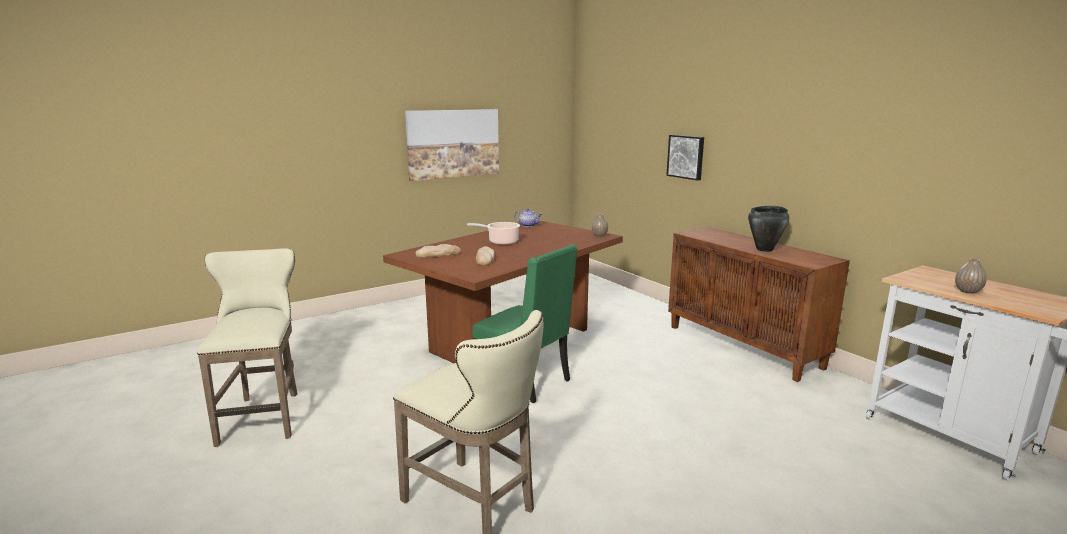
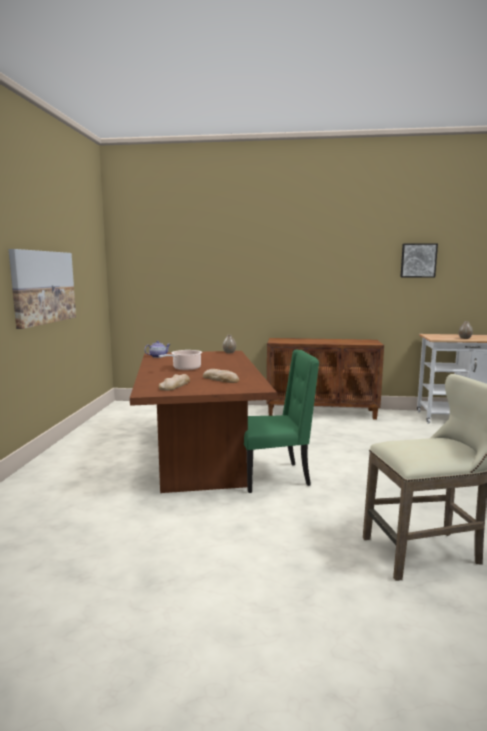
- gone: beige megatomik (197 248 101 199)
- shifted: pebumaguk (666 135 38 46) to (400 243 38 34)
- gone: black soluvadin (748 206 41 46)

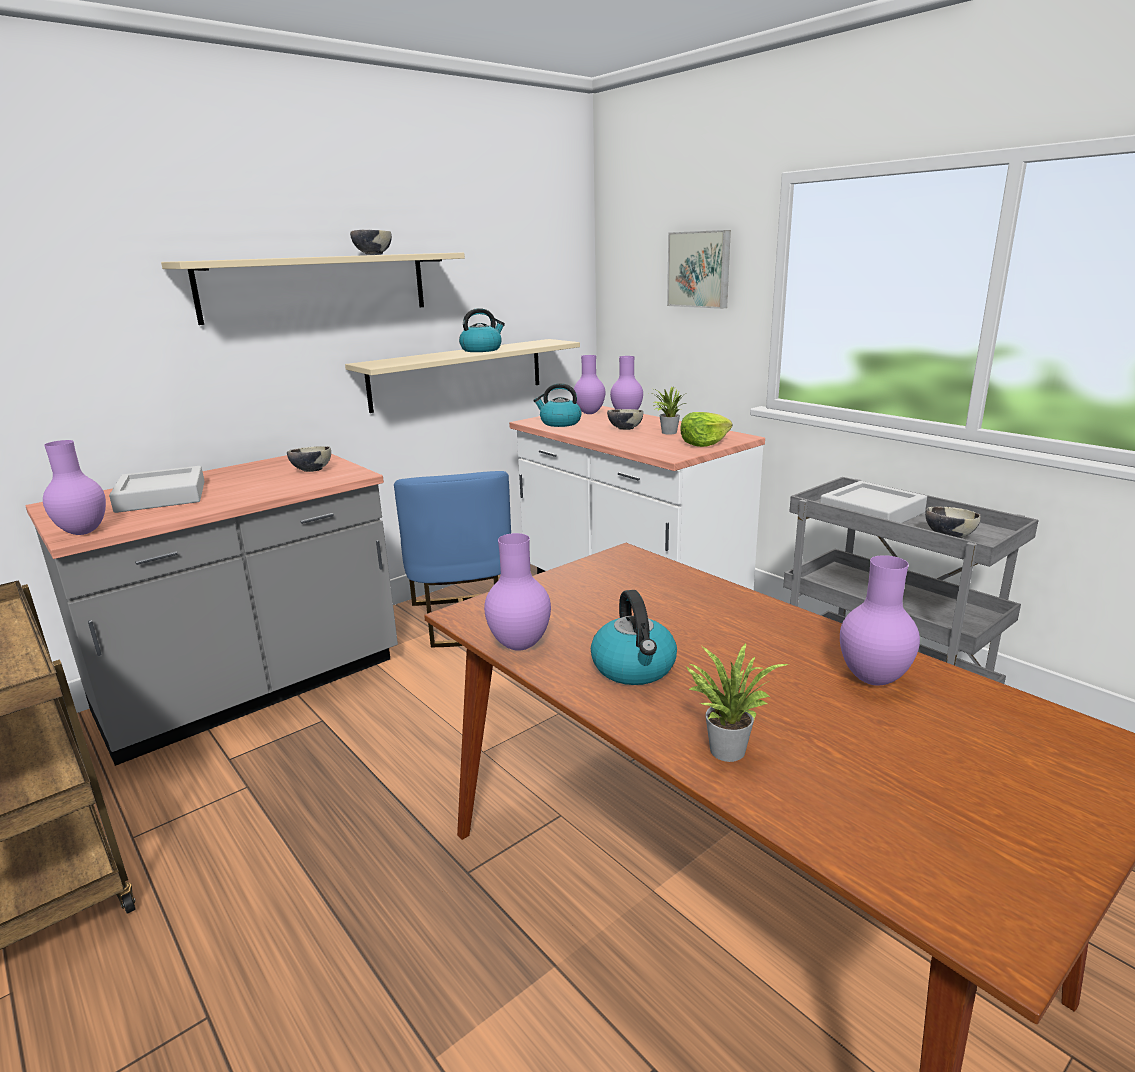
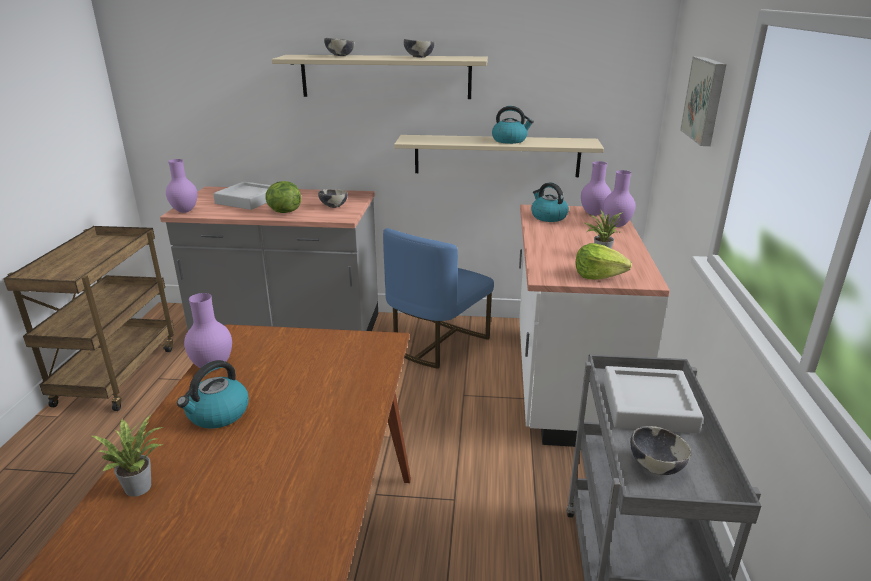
- shifted: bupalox (607 409 36 21) to (324 38 31 18)
- gone: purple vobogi (840 555 80 131)
- new: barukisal (265 181 36 32)

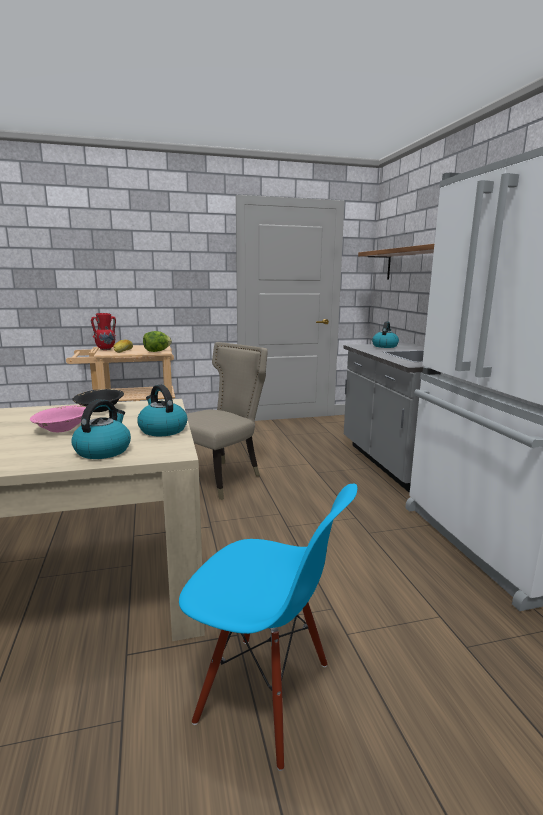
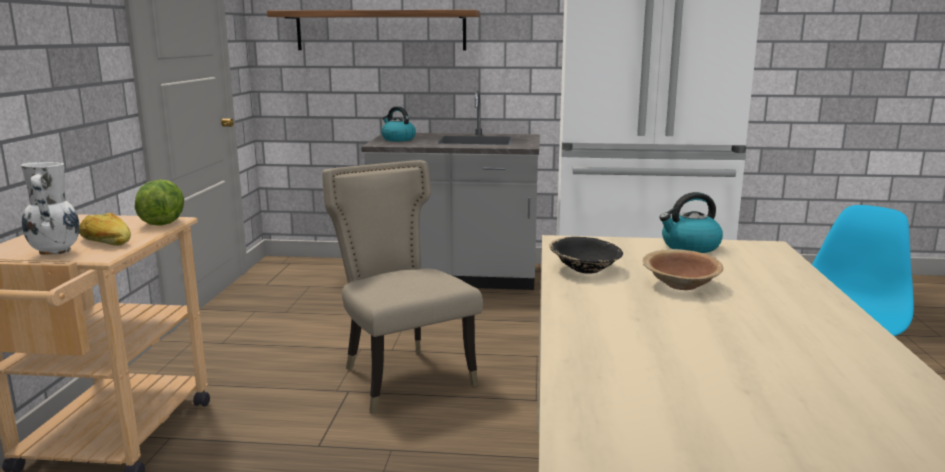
- repainted: pink bupalox (30 405 56 27) to brown bupalox (643 249 80 41)
- gone: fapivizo (71 399 60 60)
- repainted: red vobogi (91 313 25 37) to white vobogi (21 161 58 94)

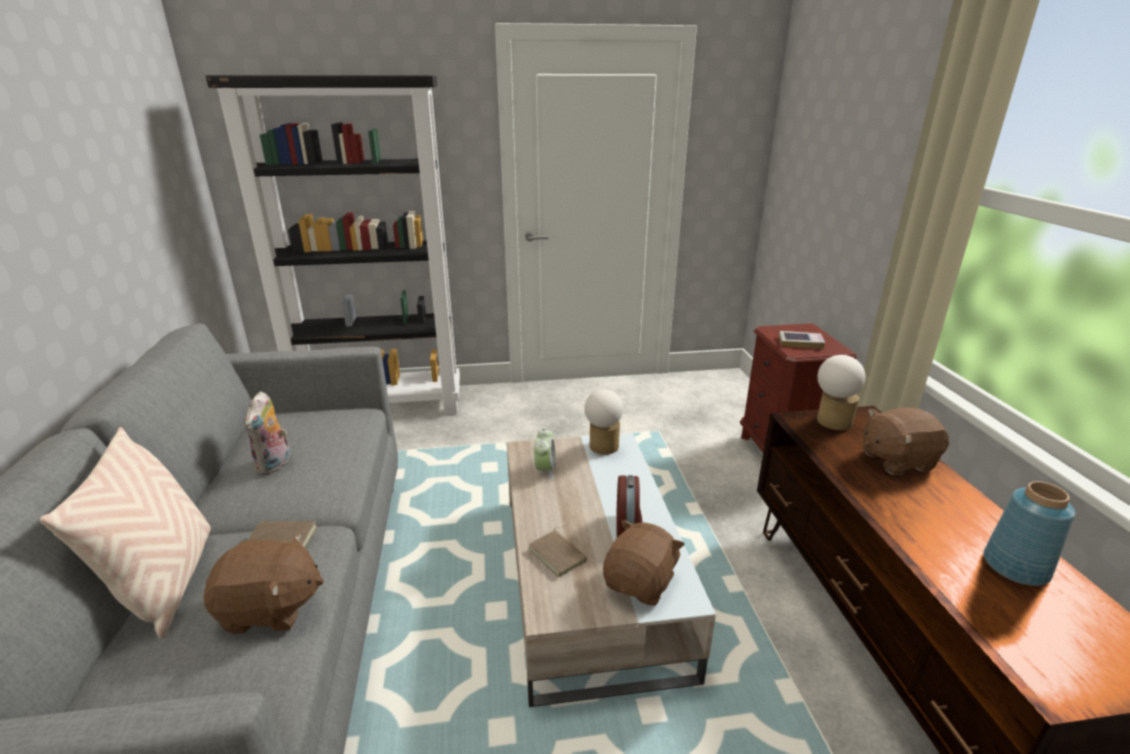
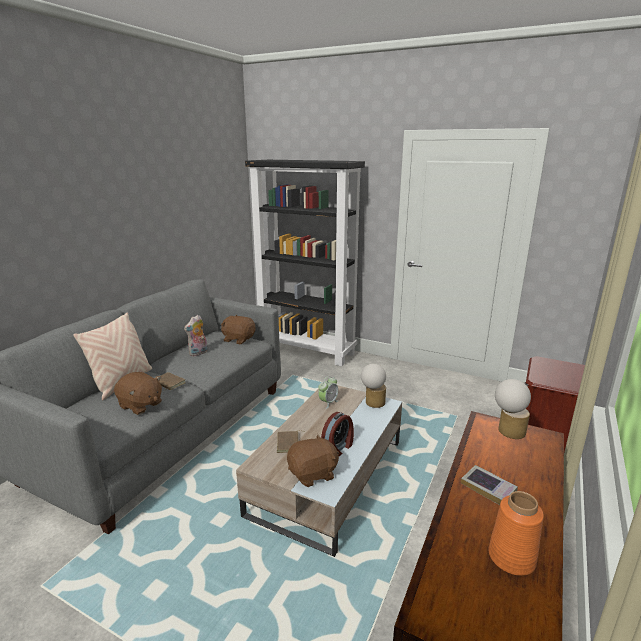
- shifted: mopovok (779 331 46 18) to (461 465 57 40)
- shifted: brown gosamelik (862 408 87 67) to (221 315 34 29)
- repainted: blue vobogi (983 481 92 105) to orange vobogi (488 491 56 85)

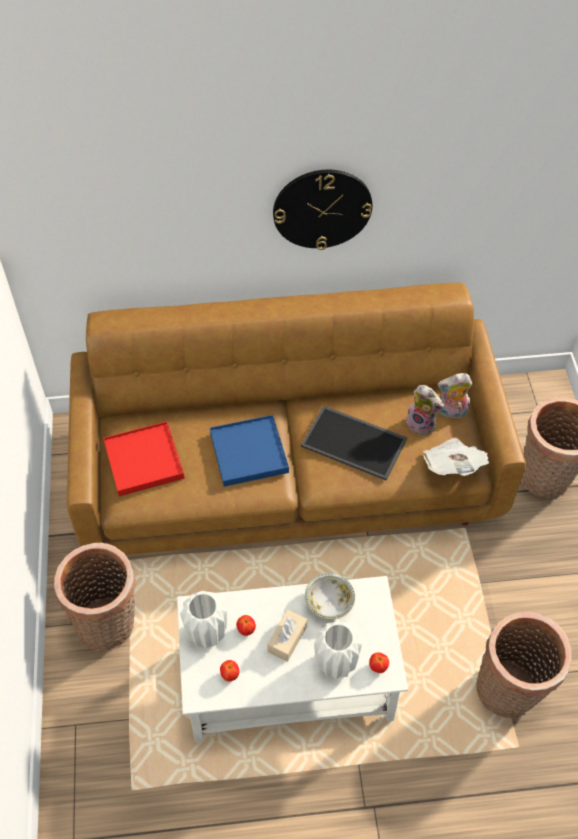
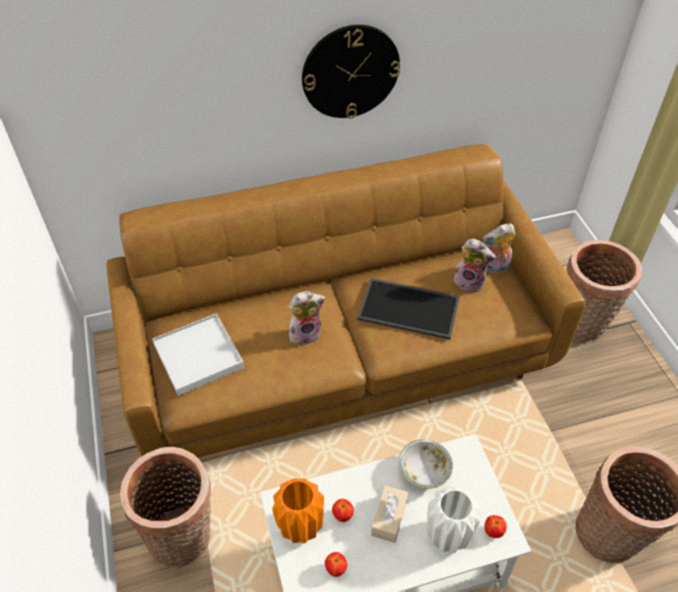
- repainted: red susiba (103 421 81 75) to white susiba (152 313 93 83)
- repainted: white vobogi (180 591 47 57) to orange vobogi (272 478 52 65)
- swapped: blue susiba (210 415 79 72) to gosamelik (289 291 37 54)
- gone: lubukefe (423 438 66 38)

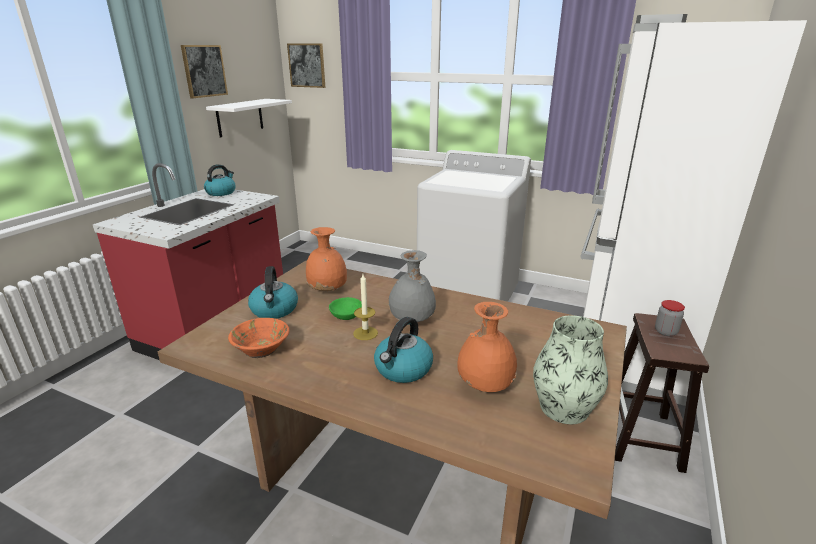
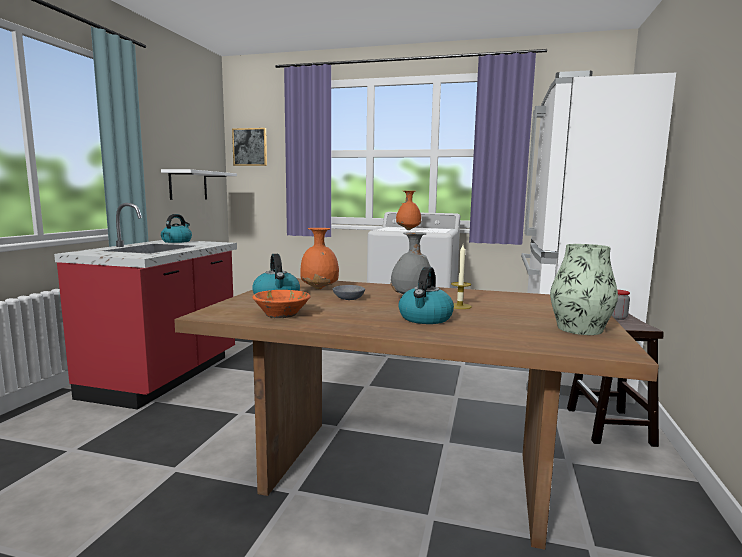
- gone: pebumaguk (181 45 47 53)
- repainted: green bupalox (329 297 33 23) to grey bupalox (333 285 32 15)
- shifted: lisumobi (353 274 25 66) to (451 245 21 64)
- shifted: orange vobogi (458 302 59 90) to (396 191 25 39)

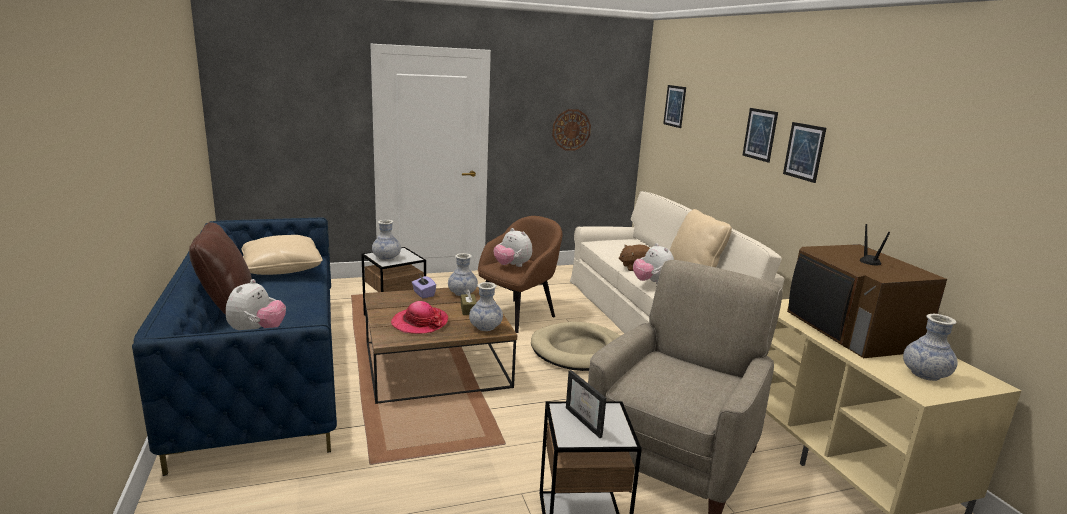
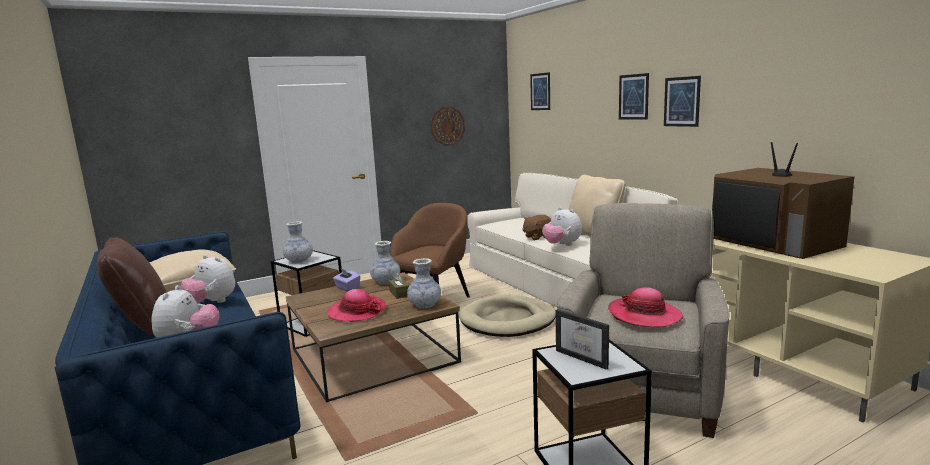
- shifted: gosamelik (494 228 38 39) to (181 255 54 48)
- gone: vobogi (903 314 55 67)
- new: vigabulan (608 287 76 40)

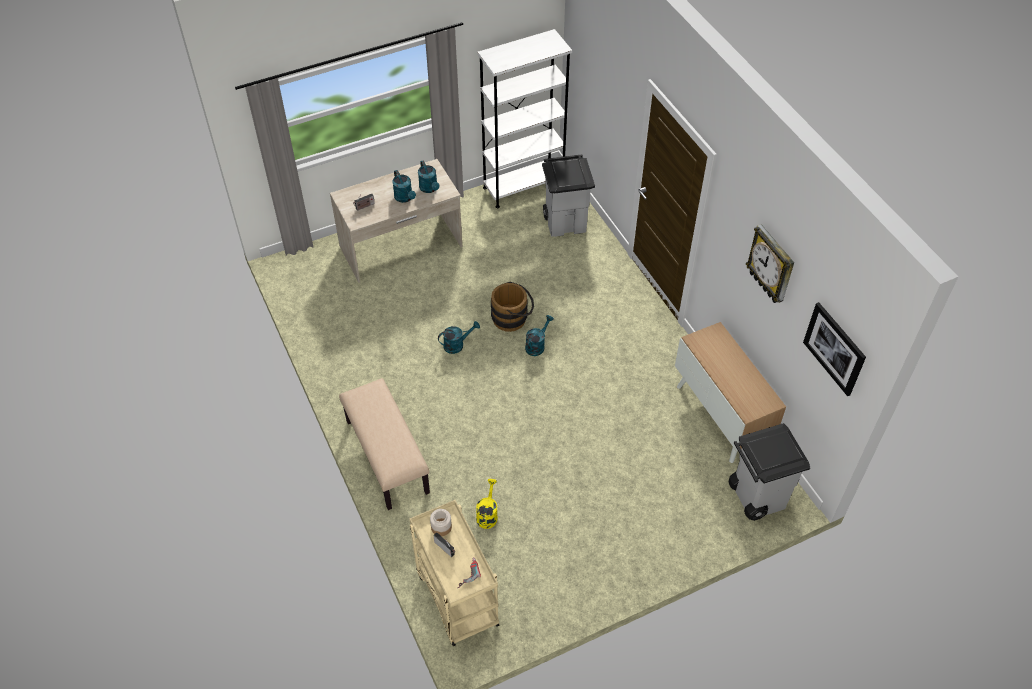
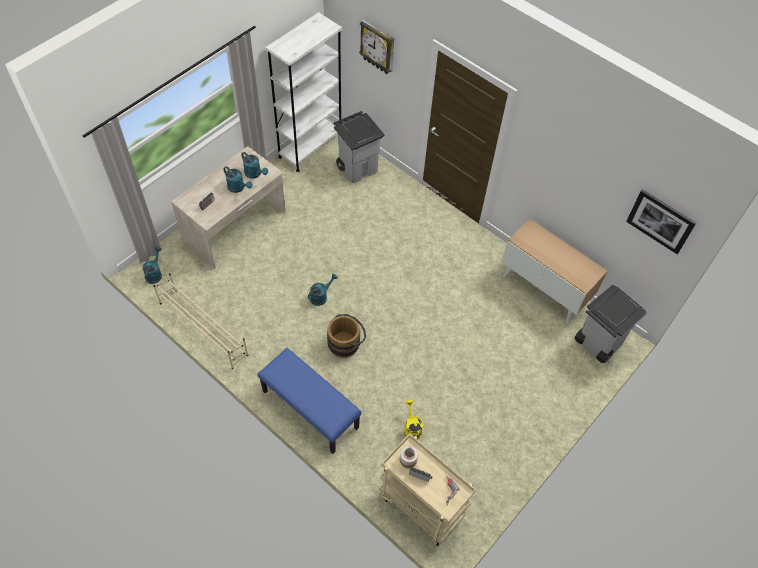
- repainted: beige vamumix (339 378 91 132) to blue vamumix (257 348 104 106)
- shifted: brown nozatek (491 282 43 50) to (327 314 39 44)
- shifted: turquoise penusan (525 315 29 41) to (143 247 19 37)
- shifted: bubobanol (746 224 48 79) to (359 19 35 55)
- new: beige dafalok (153 273 96 96)

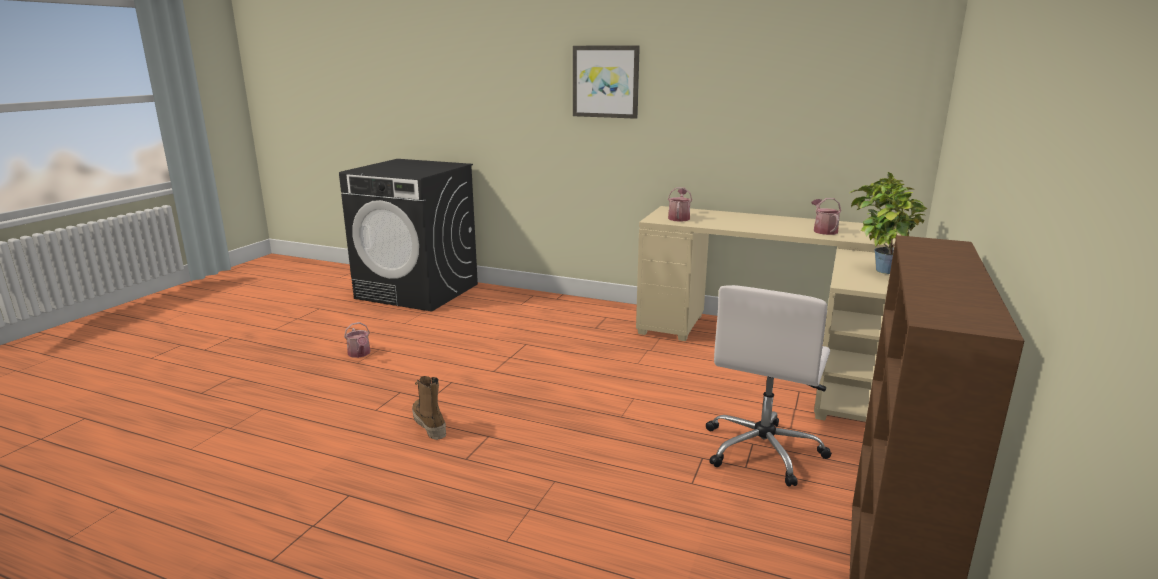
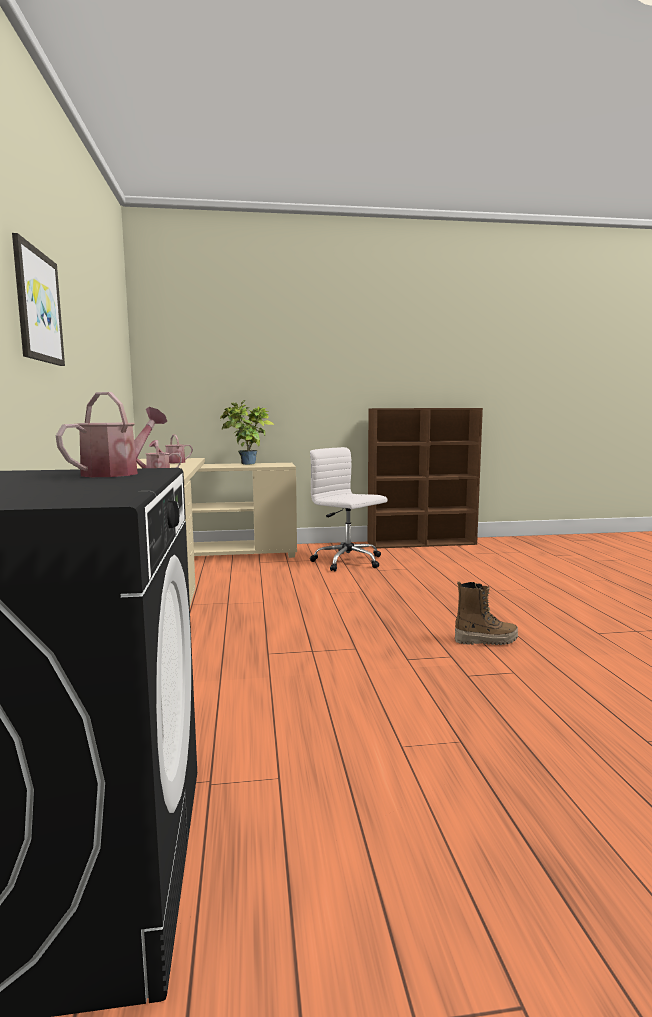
- shifted: penusan (344 322 27 36) to (56 392 111 85)
- rotated: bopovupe (412 376 34 64) = (455 581 63 64) 120 degrees counterclockwise
- rotated: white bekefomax (706 285 126 202) = (310 447 78 124) 135 degrees counterclockwise

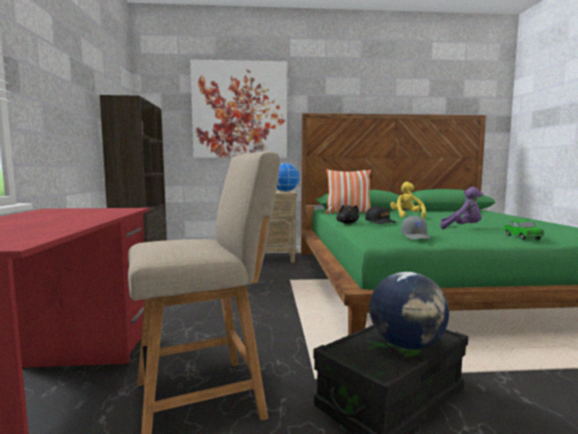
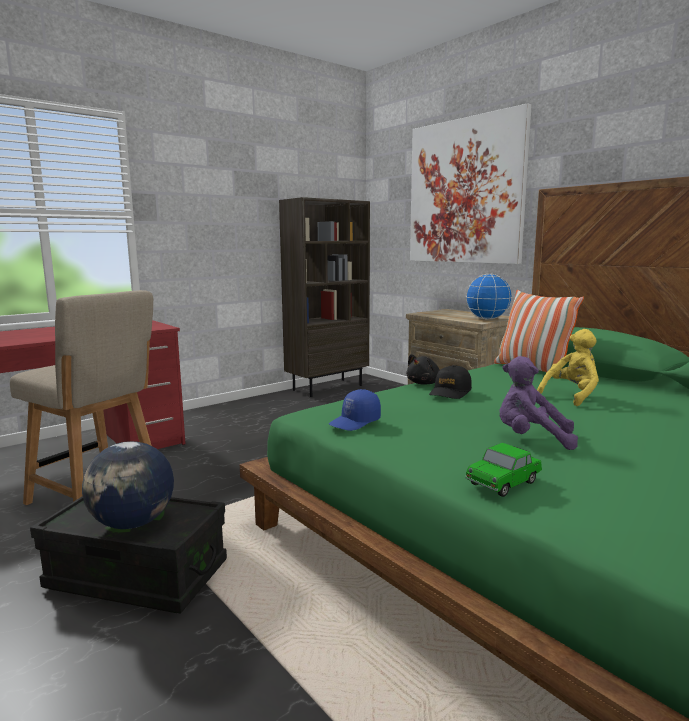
- repainted: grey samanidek (401 215 31 24) to blue samanidek (329 389 52 42)
- rotated: purple gosamelik (440 187 43 42) = (499 356 79 94) 120 degrees clockwise

